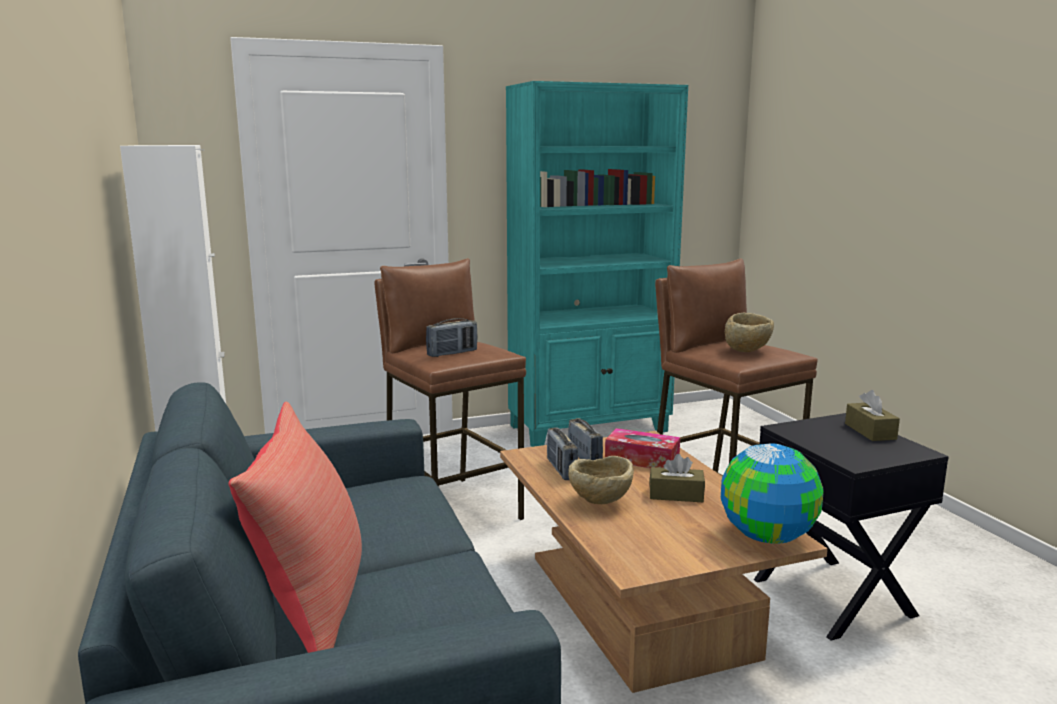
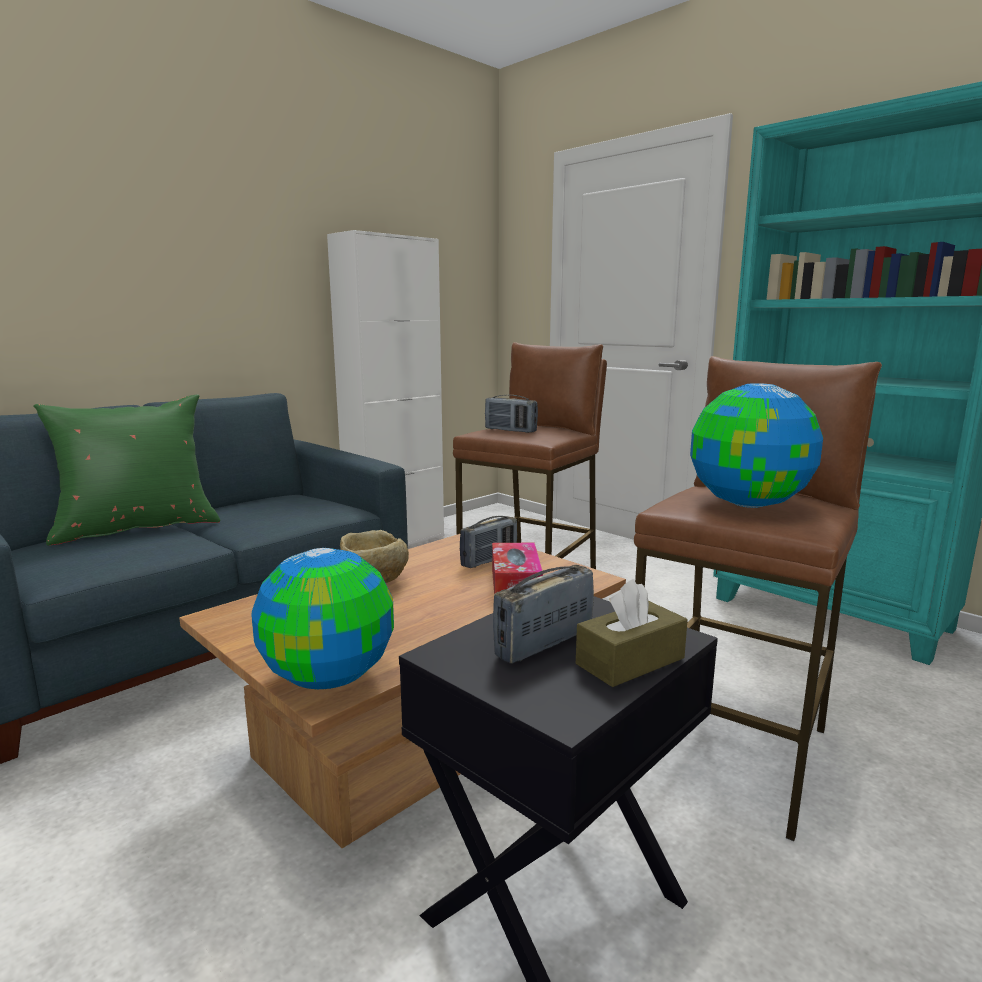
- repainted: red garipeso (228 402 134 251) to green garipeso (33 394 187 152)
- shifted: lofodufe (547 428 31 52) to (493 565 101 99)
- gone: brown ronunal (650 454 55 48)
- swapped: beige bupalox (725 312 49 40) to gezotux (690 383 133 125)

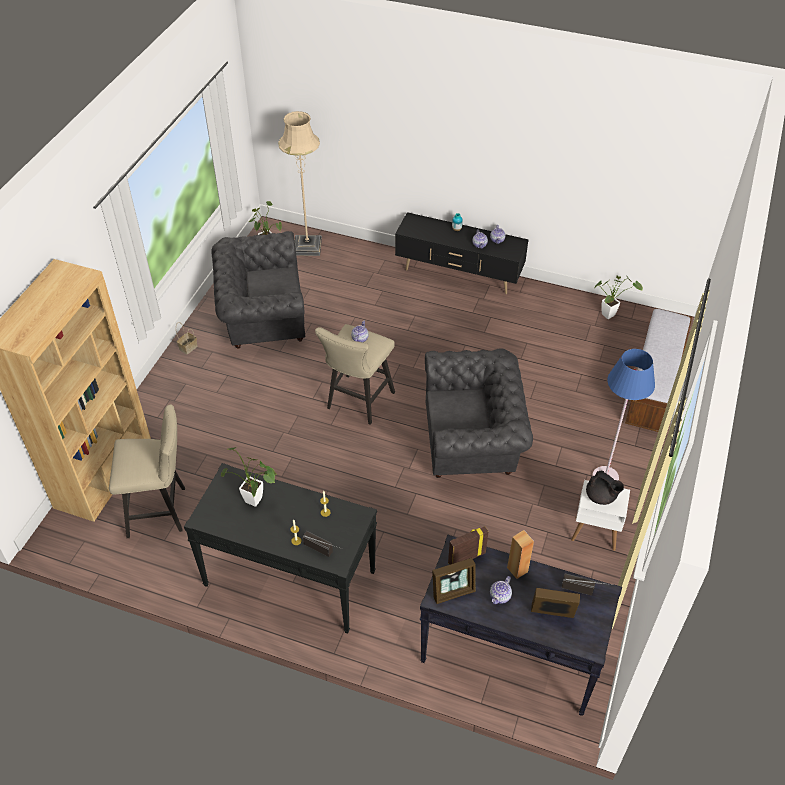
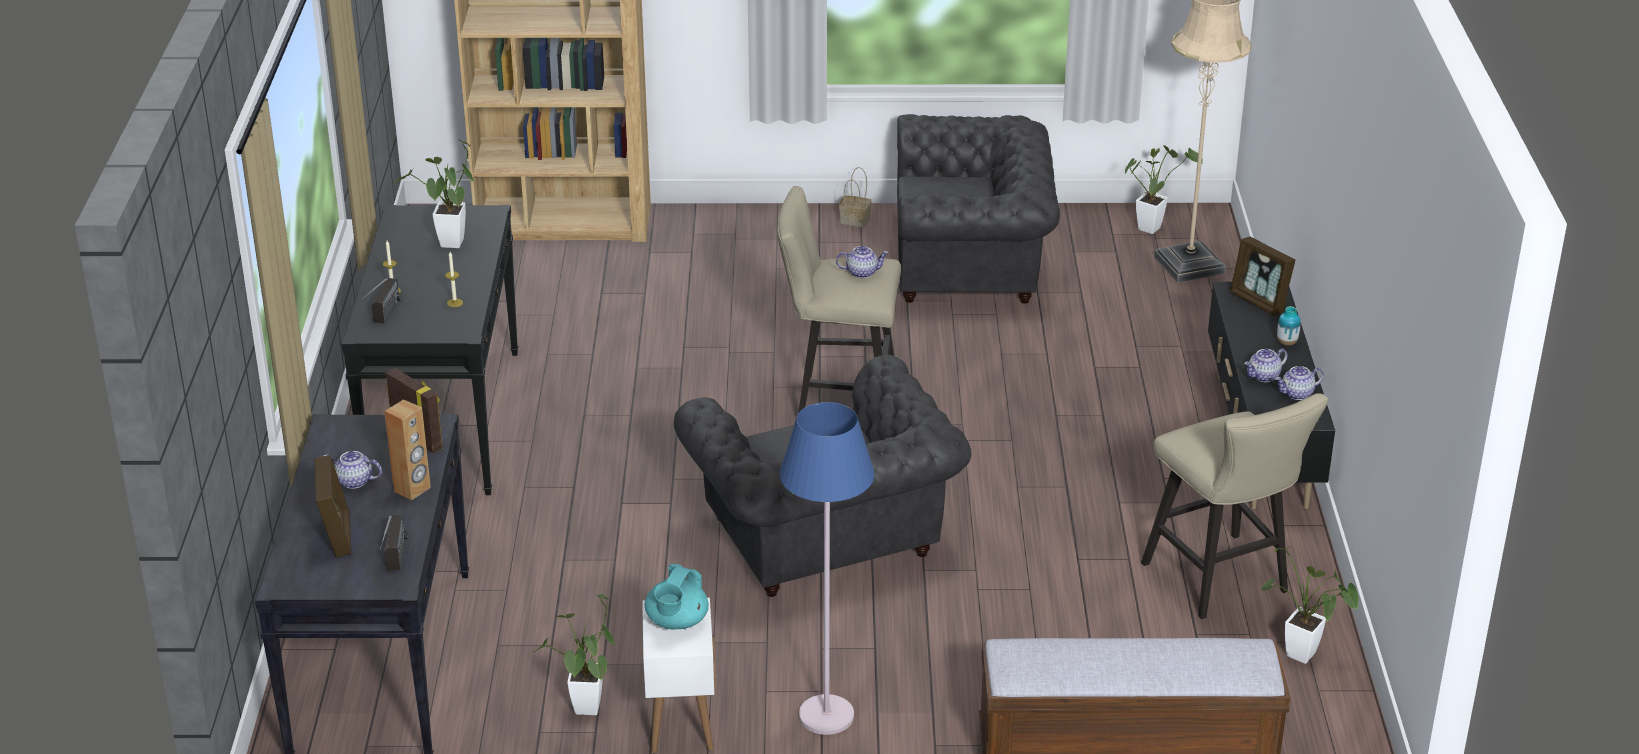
- shifted: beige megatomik (109 404 76 134) to (1141 393 187 226)
- rotated: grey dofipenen (212 231 93 118) = (897 114 163 190) 120 degrees clockwise
- shifted: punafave (432 558 44 46) to (1230 236 65 80)
- repainted: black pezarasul (586 471 38 34) to turquoise pezarasul (645 564 64 65)
- new: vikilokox (526 594 89 121)

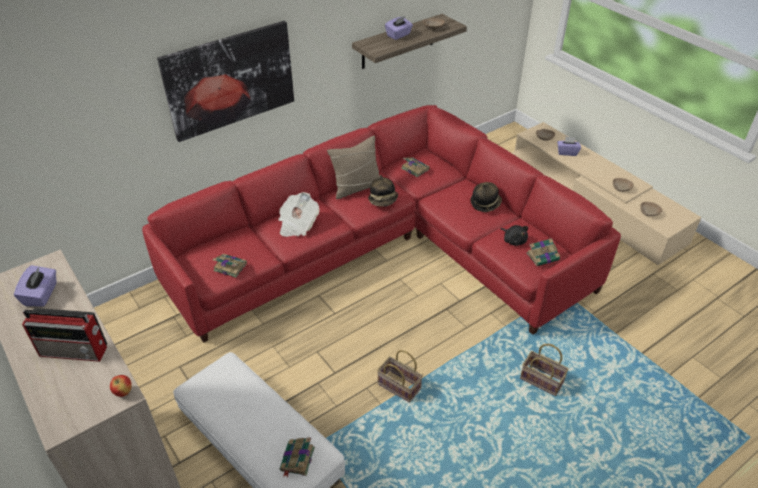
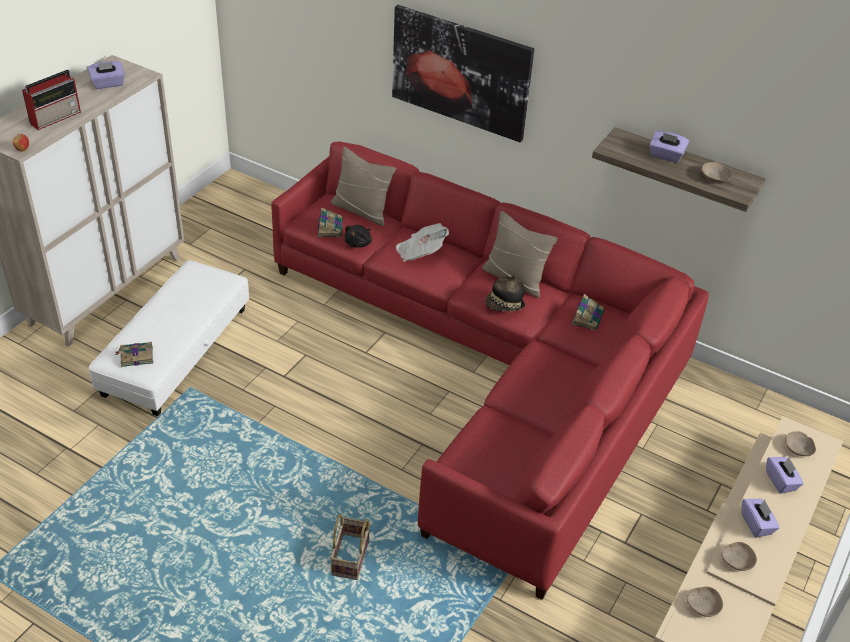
- rotated: lofodufe (22 308 85 54) = (22 70 59 60) 120 degrees counterclockwise
- gone: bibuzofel (377 350 46 53)
- gone: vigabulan (470 182 32 30)
- shifted: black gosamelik (500 225 28 21) to (344 225 28 23)
- gone: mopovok (526 238 35 28)
- new: beige garipeso (331 147 65 79)
- new: purple ronunal (742 499 37 38)

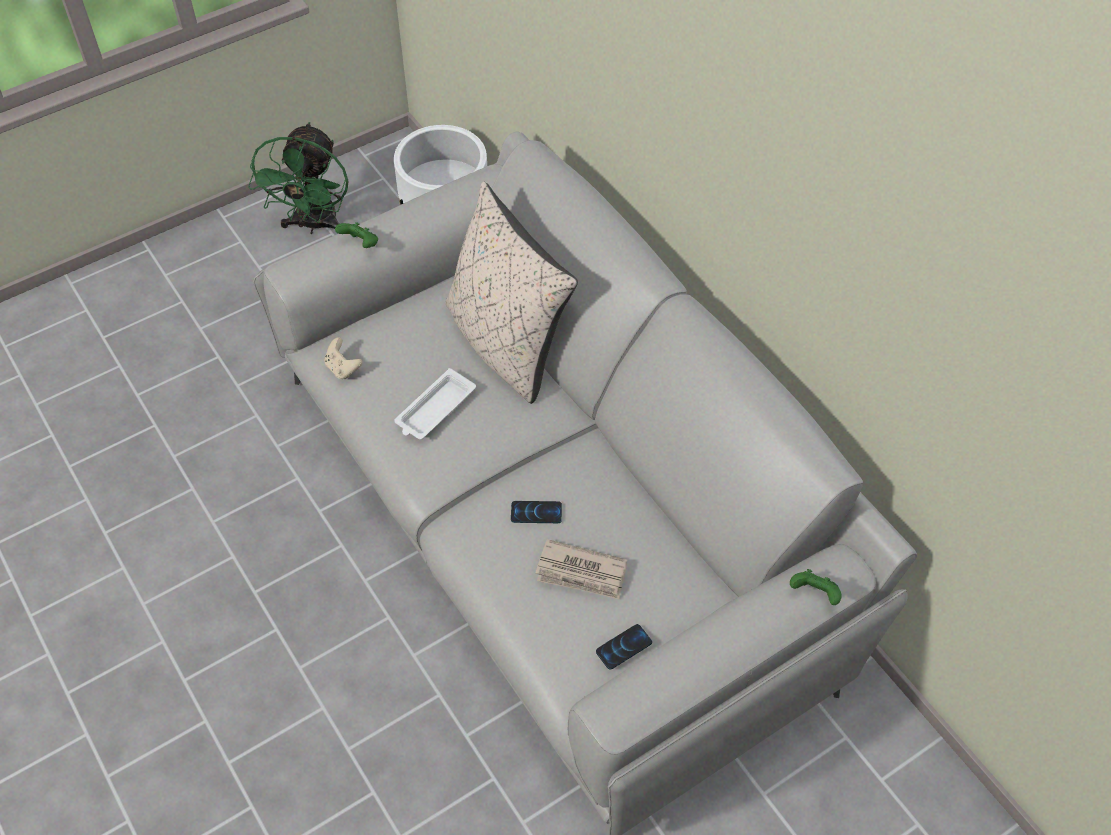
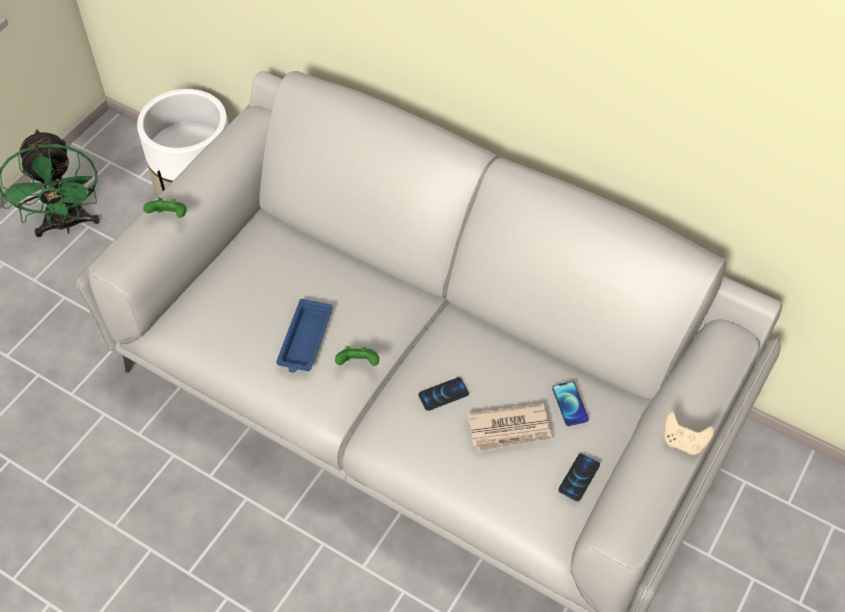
- shifted: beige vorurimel (324 337 38 42) to (665 411 50 44)
- repainted: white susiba (394 368 82 72) to blue susiba (276 299 57 74)
- gone: beige garipeso (446 181 132 223)
- shifted: green vorurimel (790 569 52 36) to (335 346 44 20)
- new: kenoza (552 381 37 45)

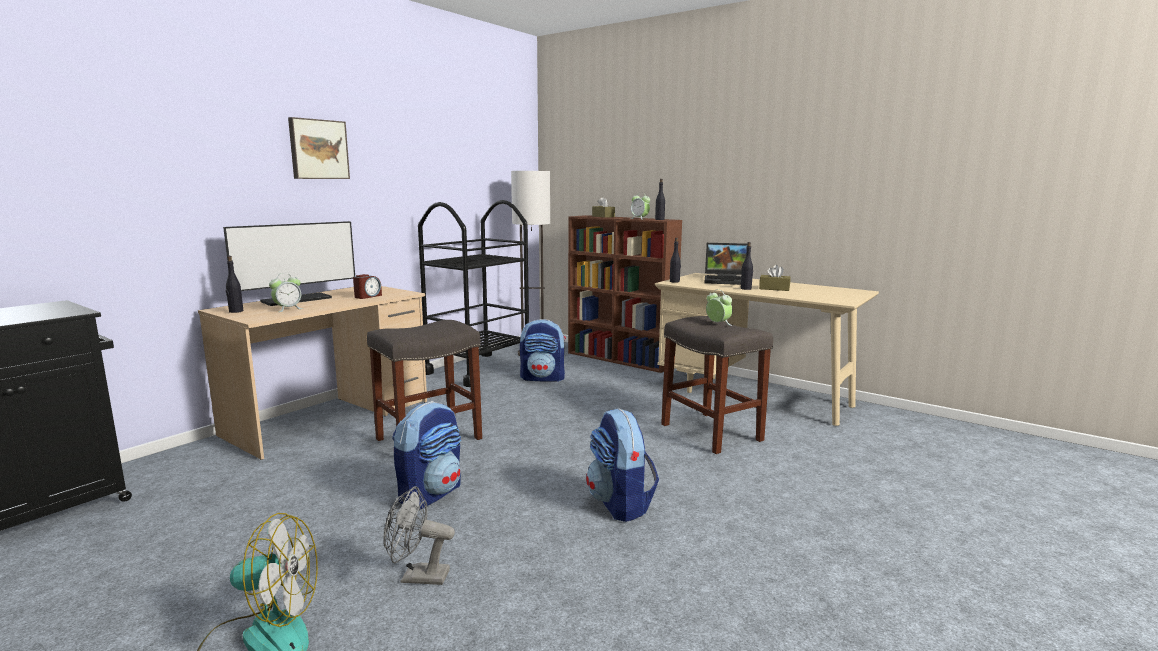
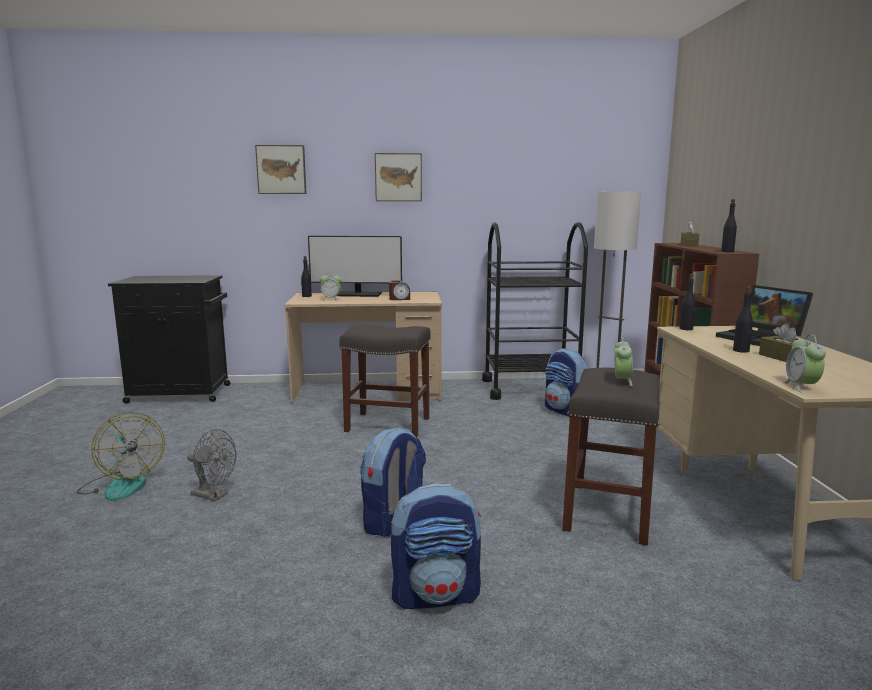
- rotated: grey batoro (383 486 72 99) = (187 429 49 72) 150 degrees clockwise
- shifted: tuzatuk (392 401 69 108) to (391 483 90 126)
- shifted: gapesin (631 192 19 28) to (783 334 43 58)
- new: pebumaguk (255 145 51 49)

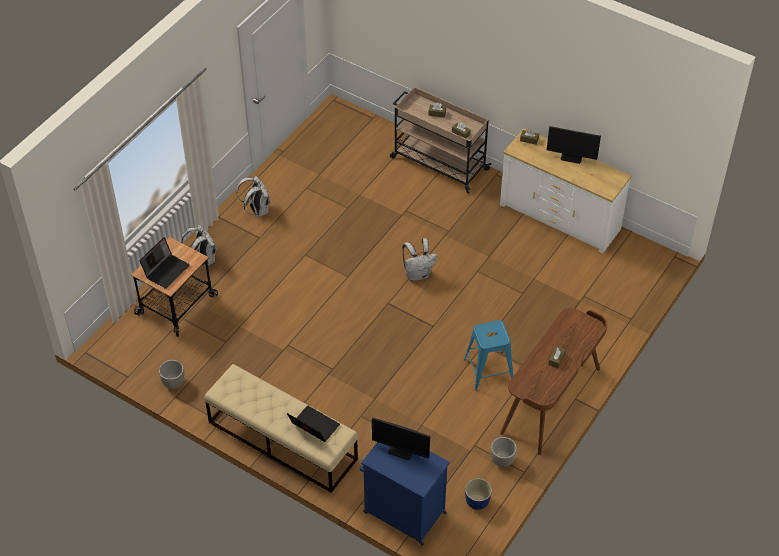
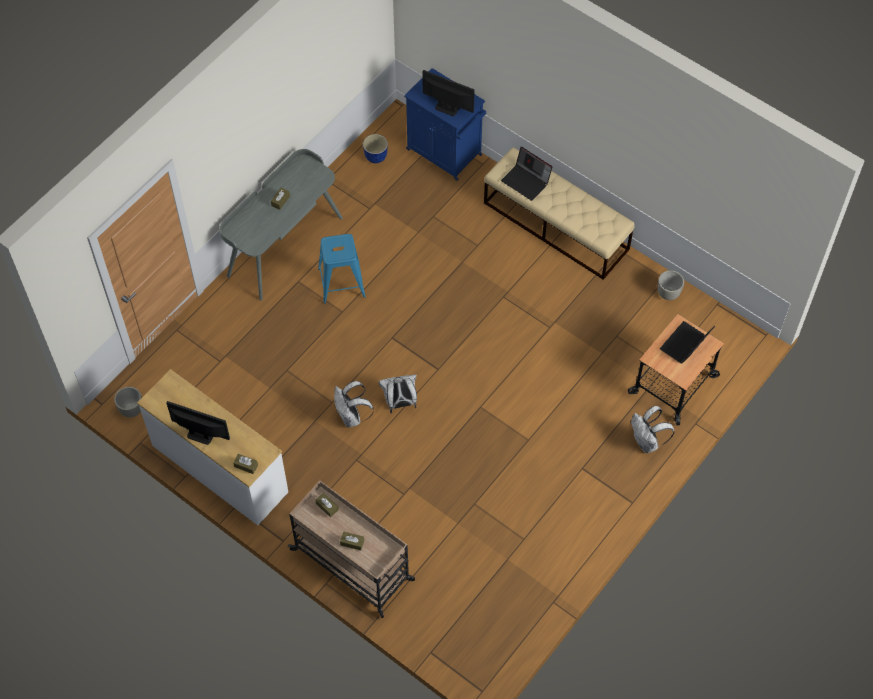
- shifted: white tuzatuk (236 176 35 41) to (334 381 40 46)
- shifted: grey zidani (491 437 26 30) to (114 387 28 30)
- repainted: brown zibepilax (500 308 107 147) to grey zibepilax (220 149 123 152)

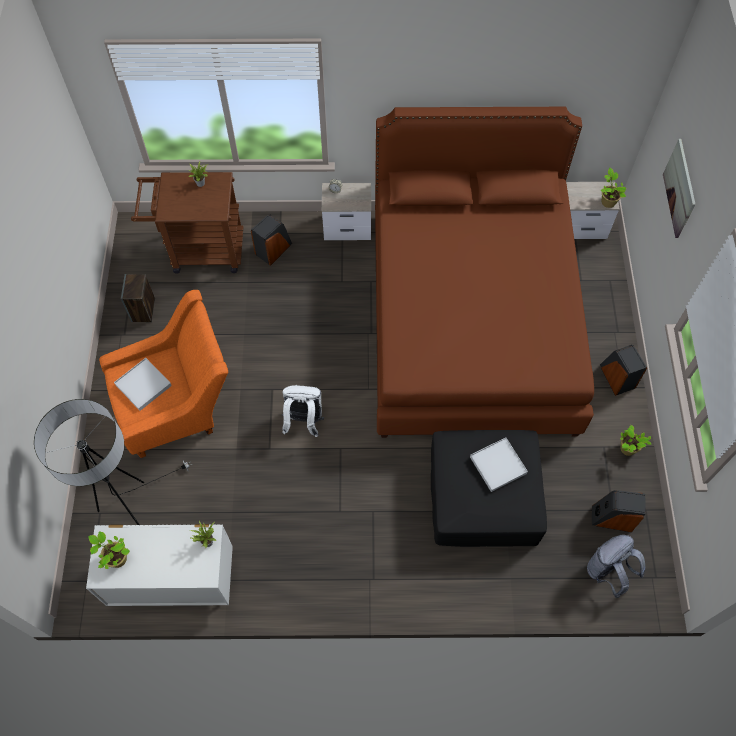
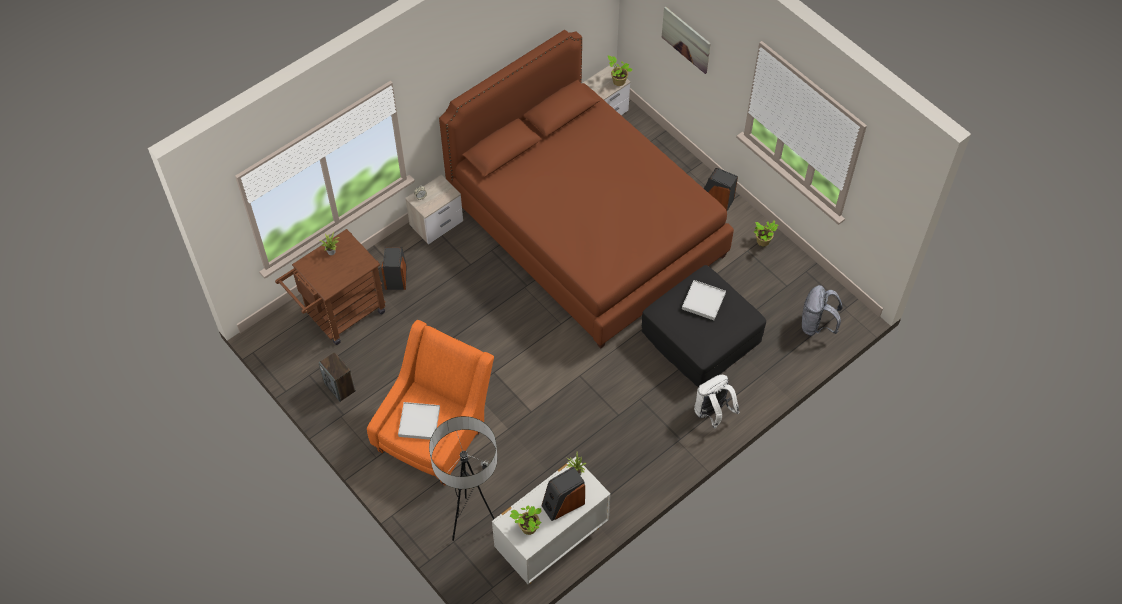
- shifted: white tuzatuk (281 385 43 52) to (694 375 46 54)
- shifted: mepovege (592 490 54 42) to (541 466 44 55)

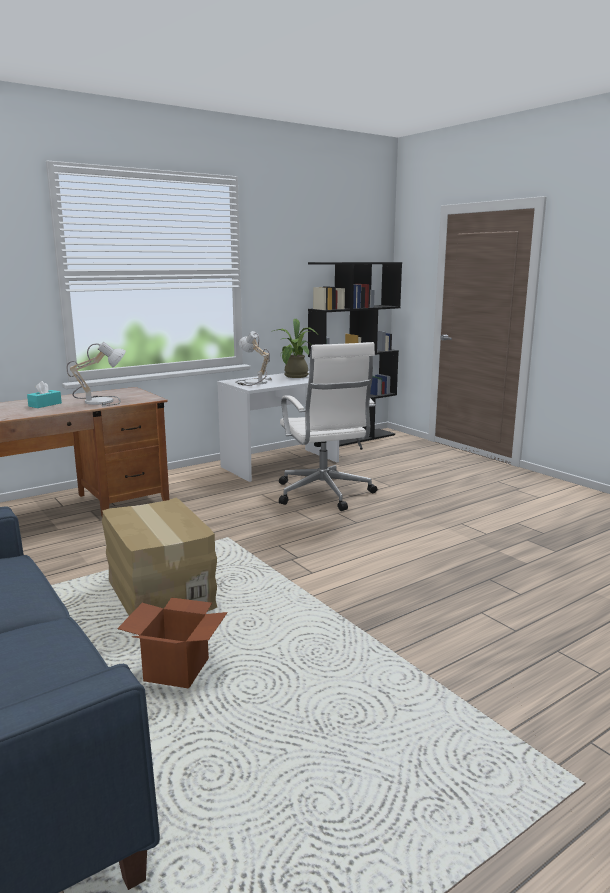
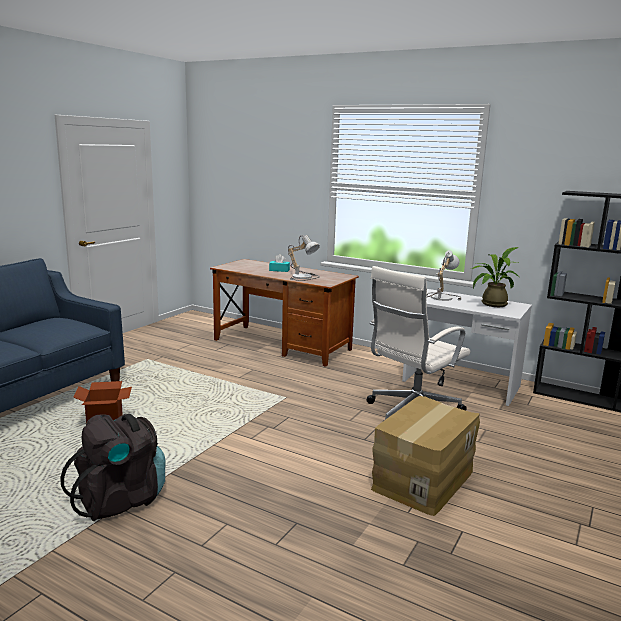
- shifted: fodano (102 498 115 118) to (371 396 109 120)
- new: black tuzatuk (61 414 105 107)

